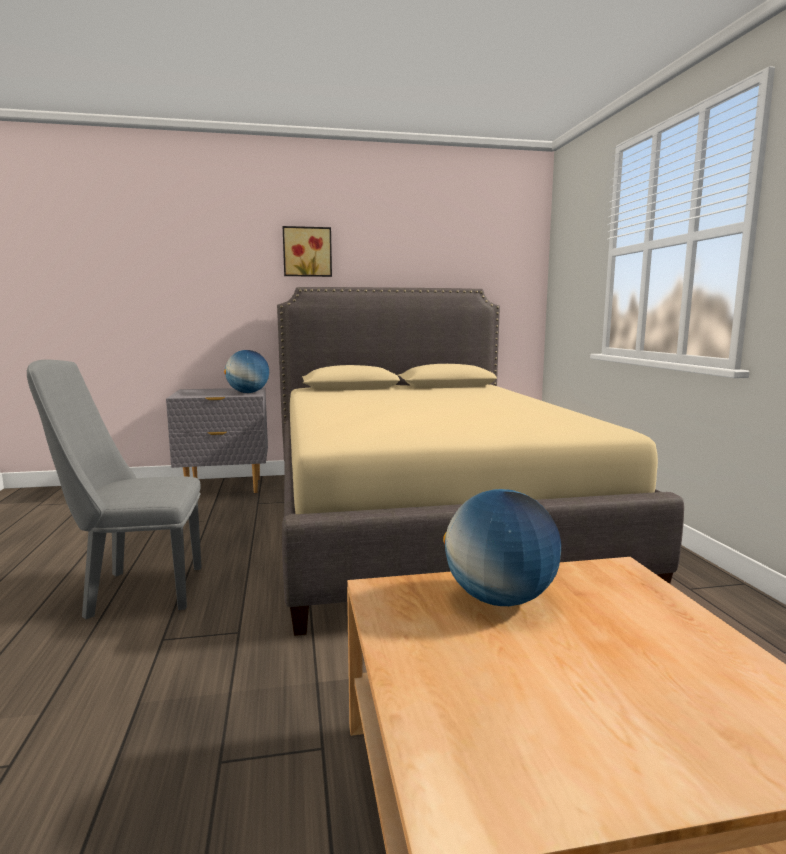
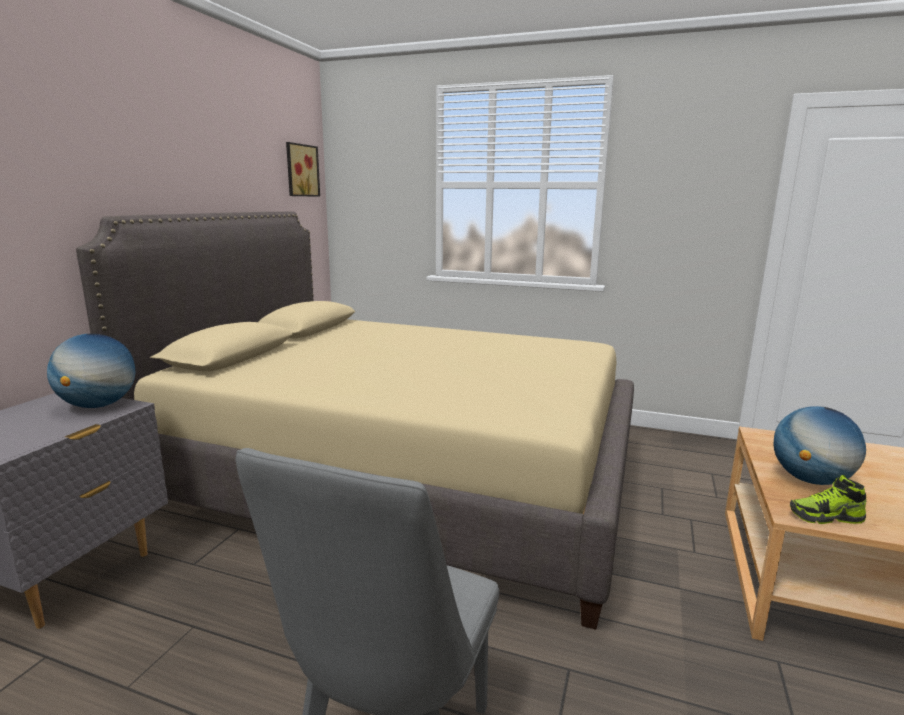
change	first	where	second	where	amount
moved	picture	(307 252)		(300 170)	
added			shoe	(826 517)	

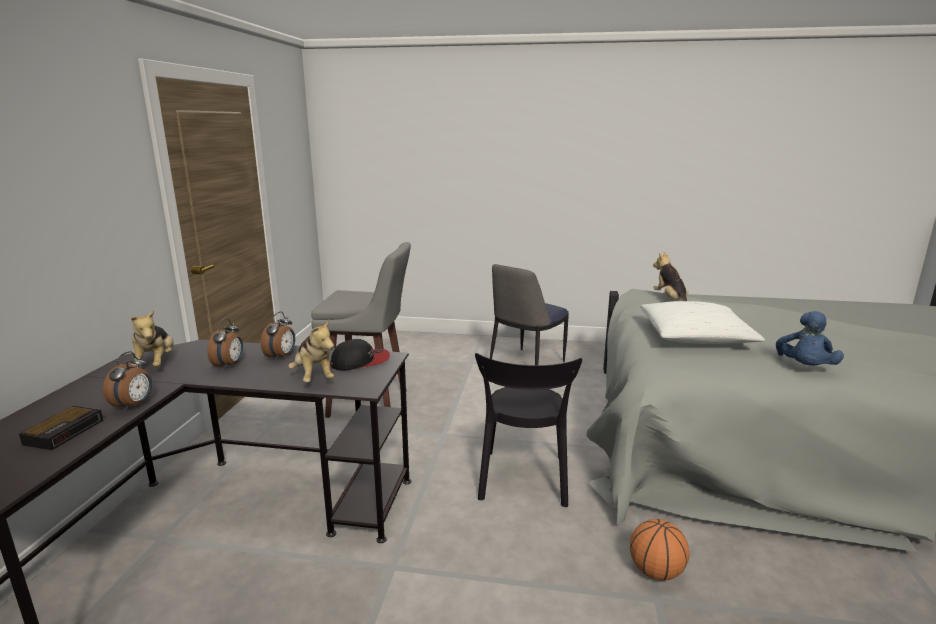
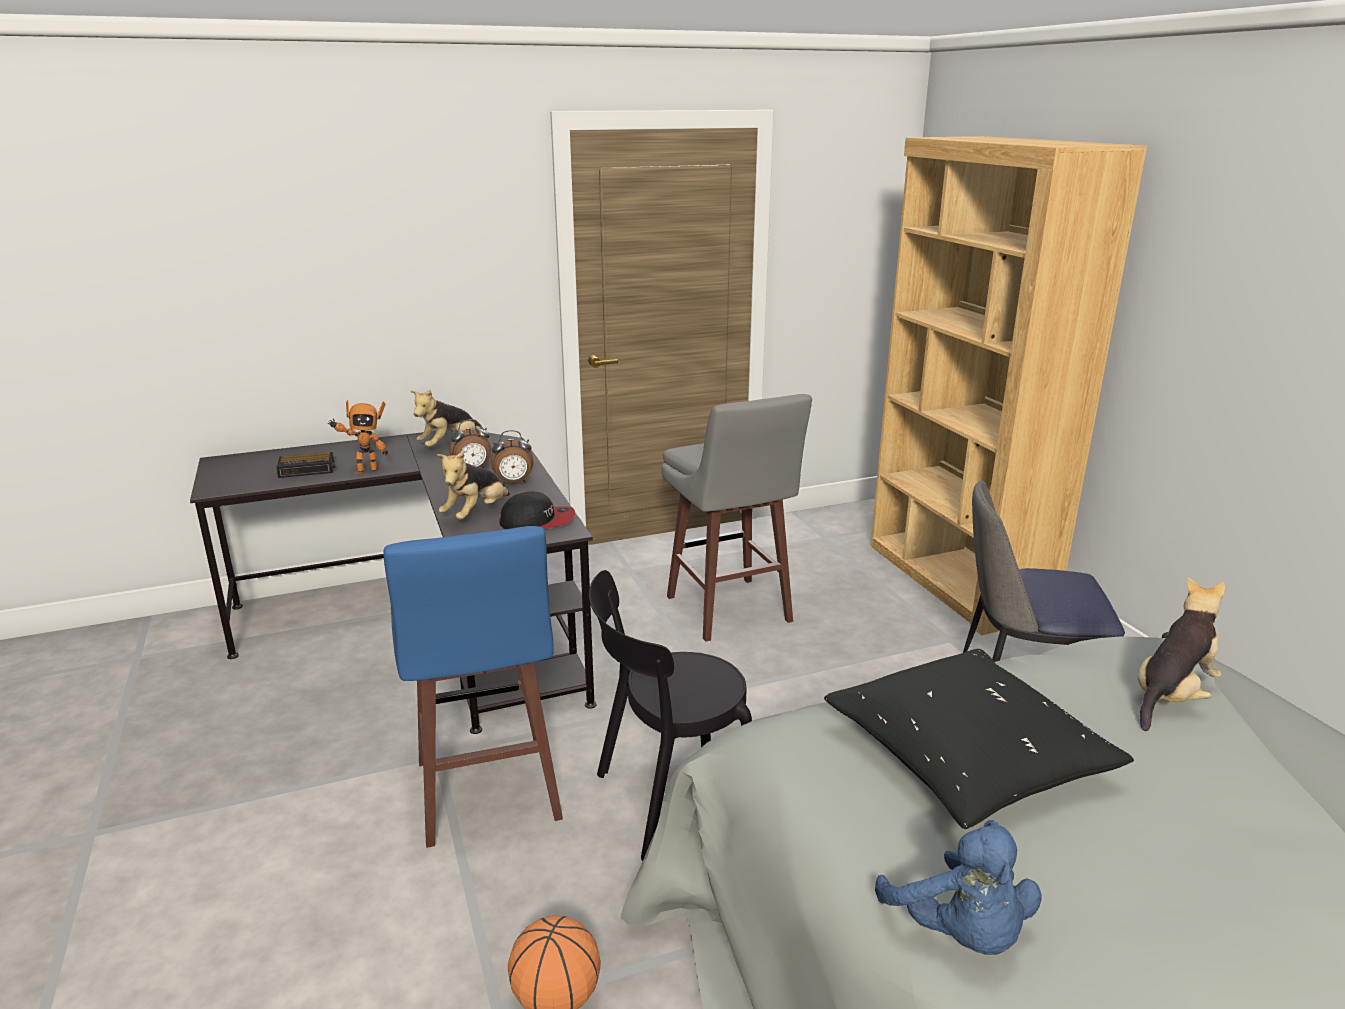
change	first	where	second	where	amount
recoloured	white pillow	(695 337)	black pillow	(967 757)	
turned	blue plush toy	(804 368)		(959 933)	105 degrees counterclockwise
turned	cap	(360 362)		(538 521)	45 degrees counterclockwise
replaced	alarm clock	(134 405)	toy robot	(365 471)	
added			brown bookcase	(956 580)	
added			blue stool	(487 794)	

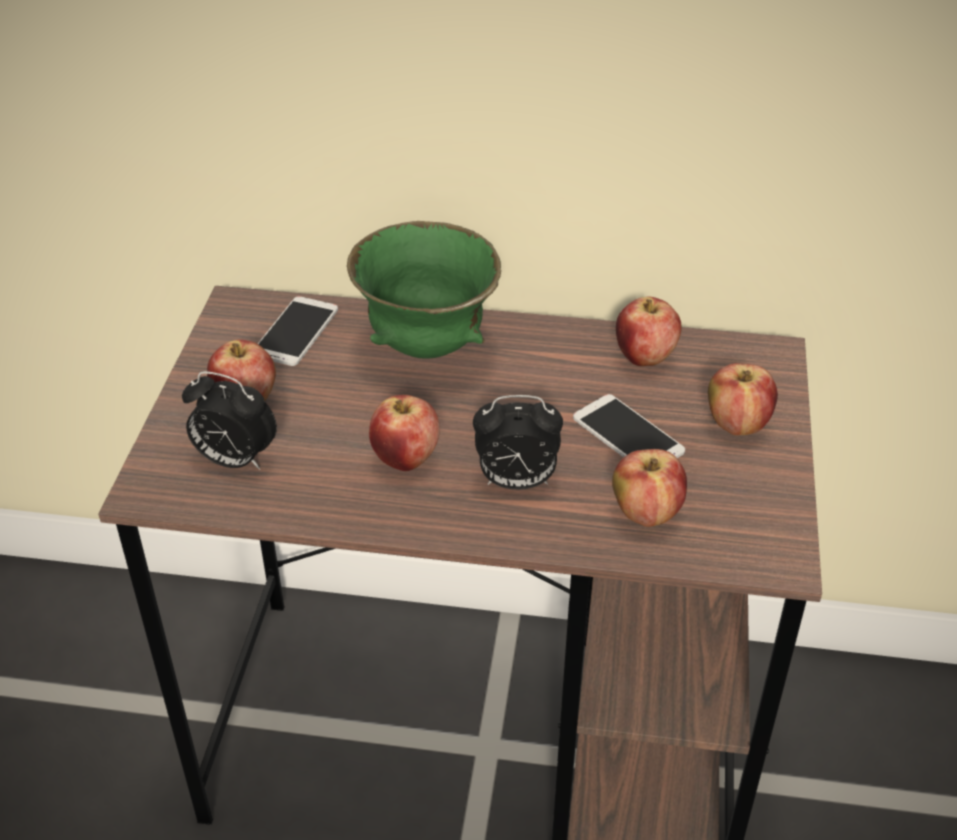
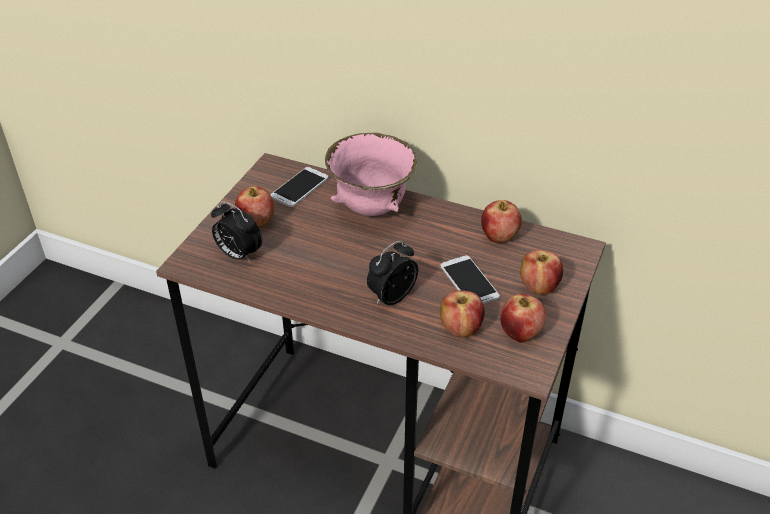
change	first	where	second	where	amount
recoloured	green bowl	(426 347)	pink bowl	(371 209)	
moved	apple	(405 459)		(520 334)	
turned	alarm clock	(516 482)		(391 296)	120 degrees clockwise

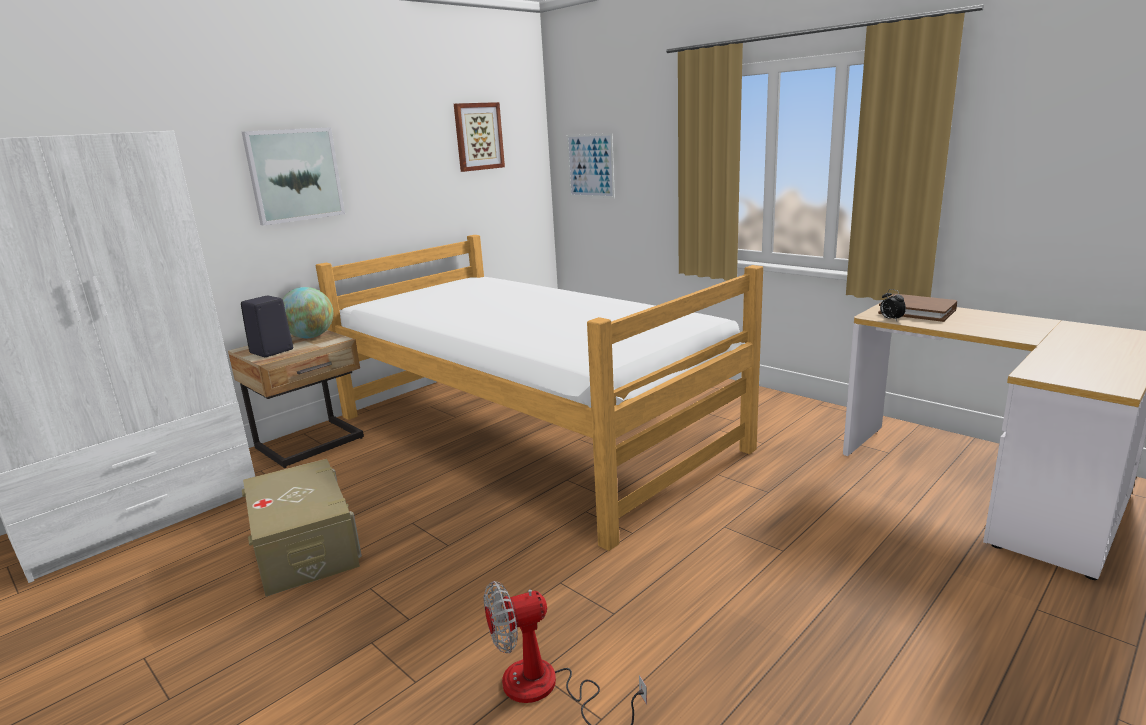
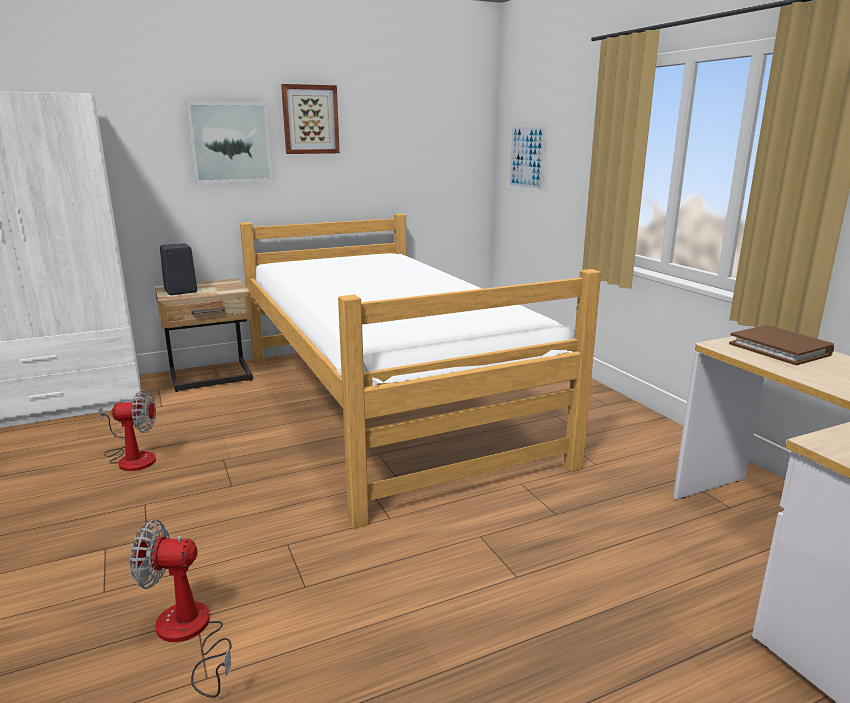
change	first	where	second	where	amount
moved	picture	(478 136)		(310 119)	
removed	globe	(310 337)			
removed	alarm clock	(890 319)			
replaced	beige storage box	(304 546)	fan	(132 457)	

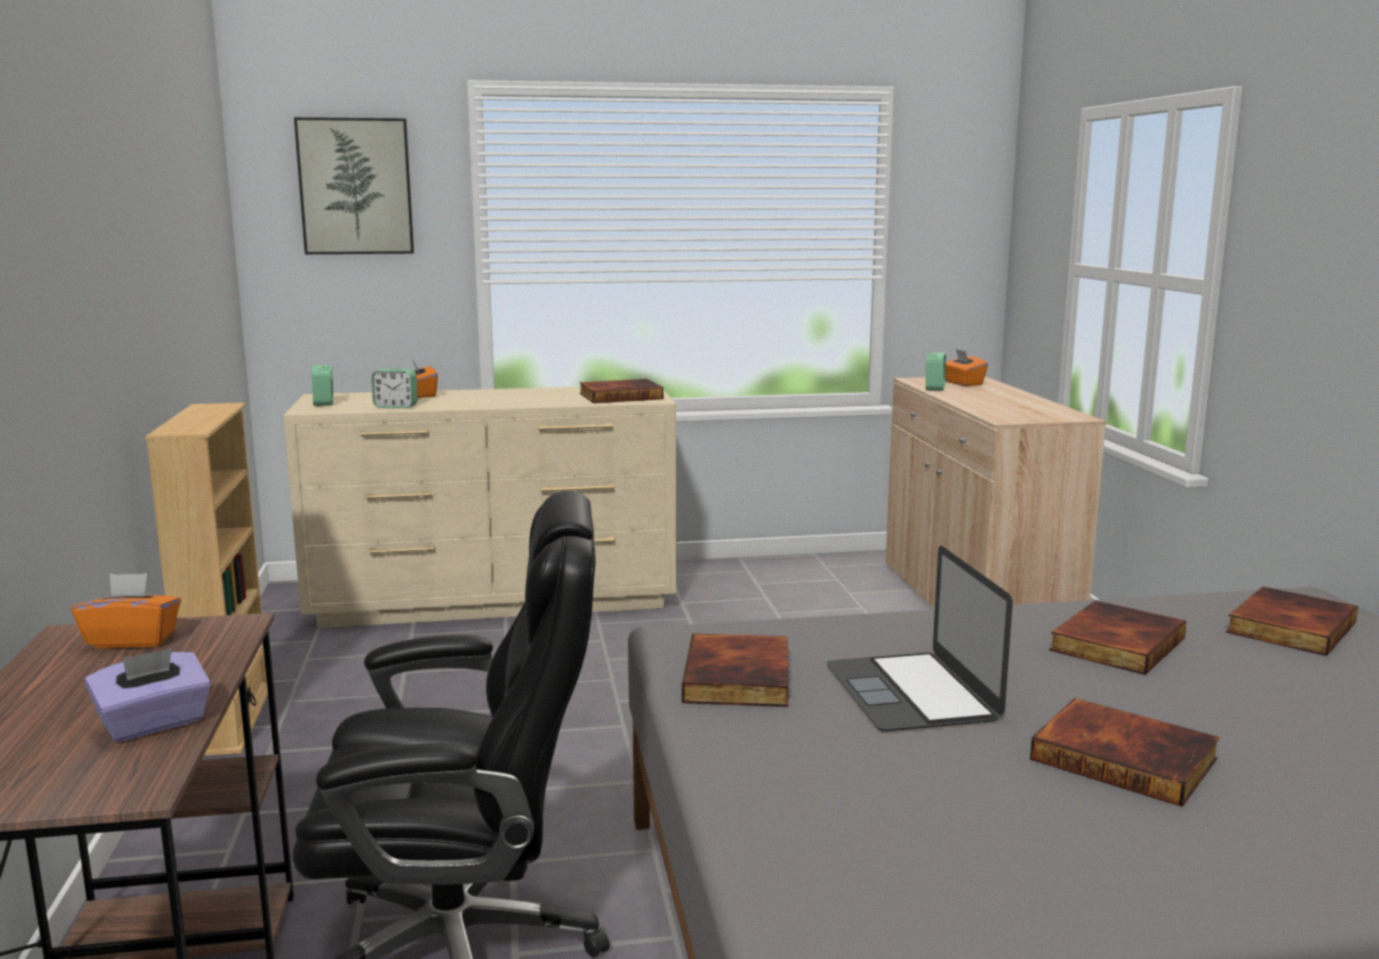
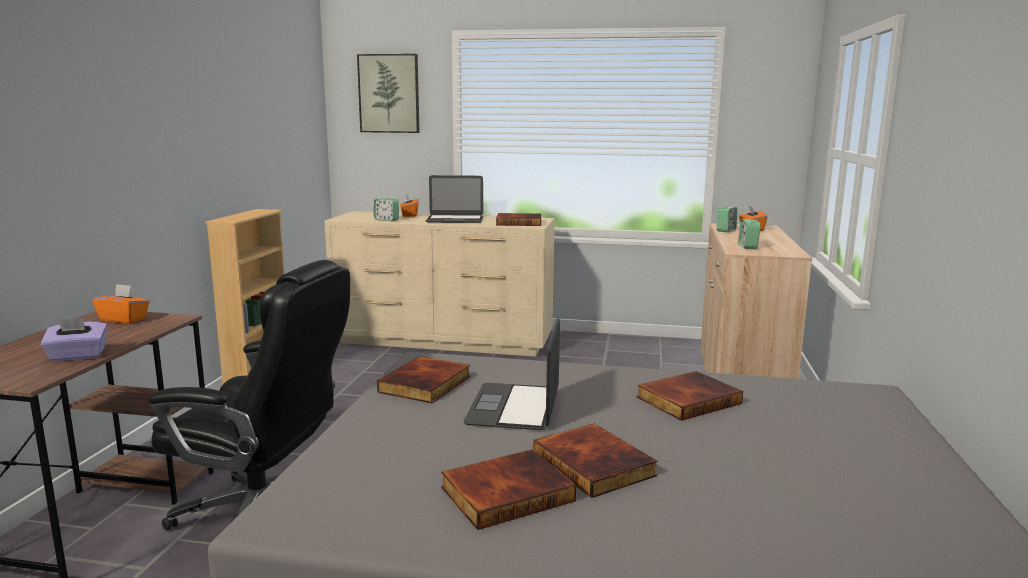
change	first	where	second	where	amount
moved	alarm clock	(324 403)		(747 246)	
moved	book	(1288 627)		(506 492)	
added			laptop	(455 219)	

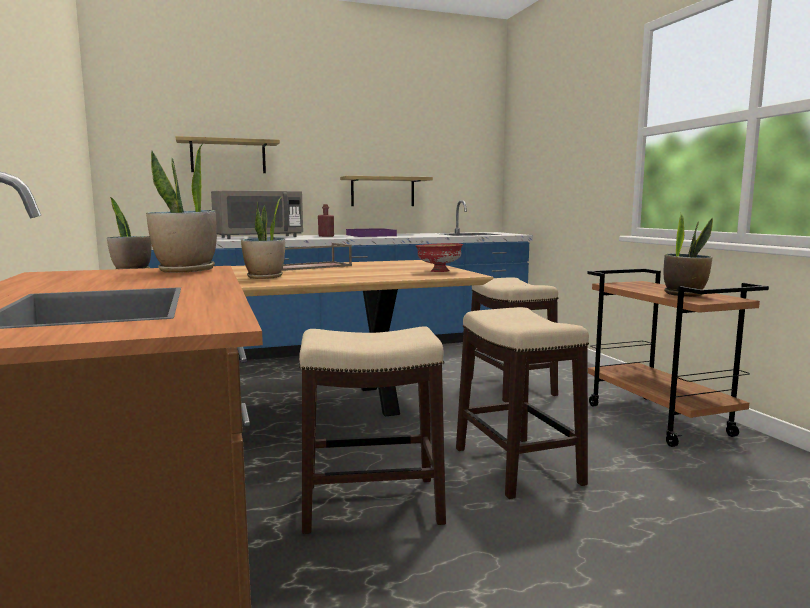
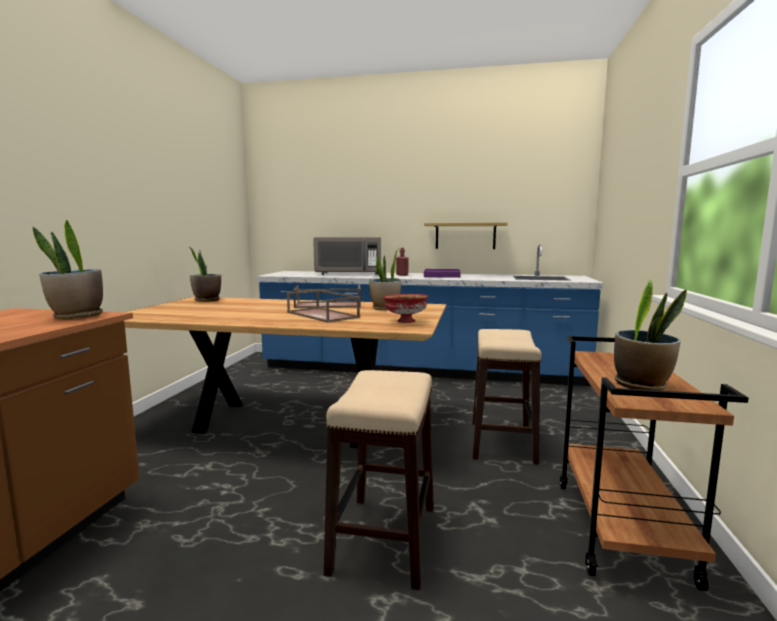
change	first	where	second	where	amount
removed	shelf	(228 156)			
moved	potted plant	(265 277)		(385 308)	
removed	stool	(373 504)			
added			brown tray	(323 315)	

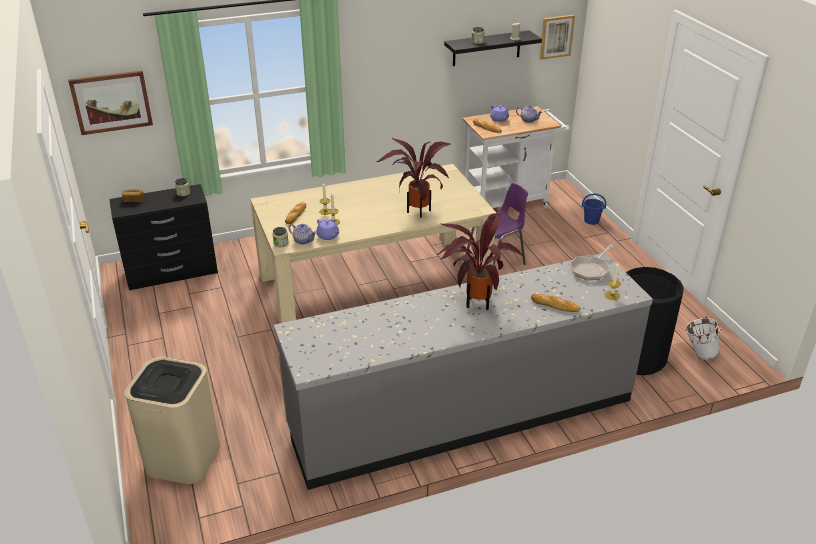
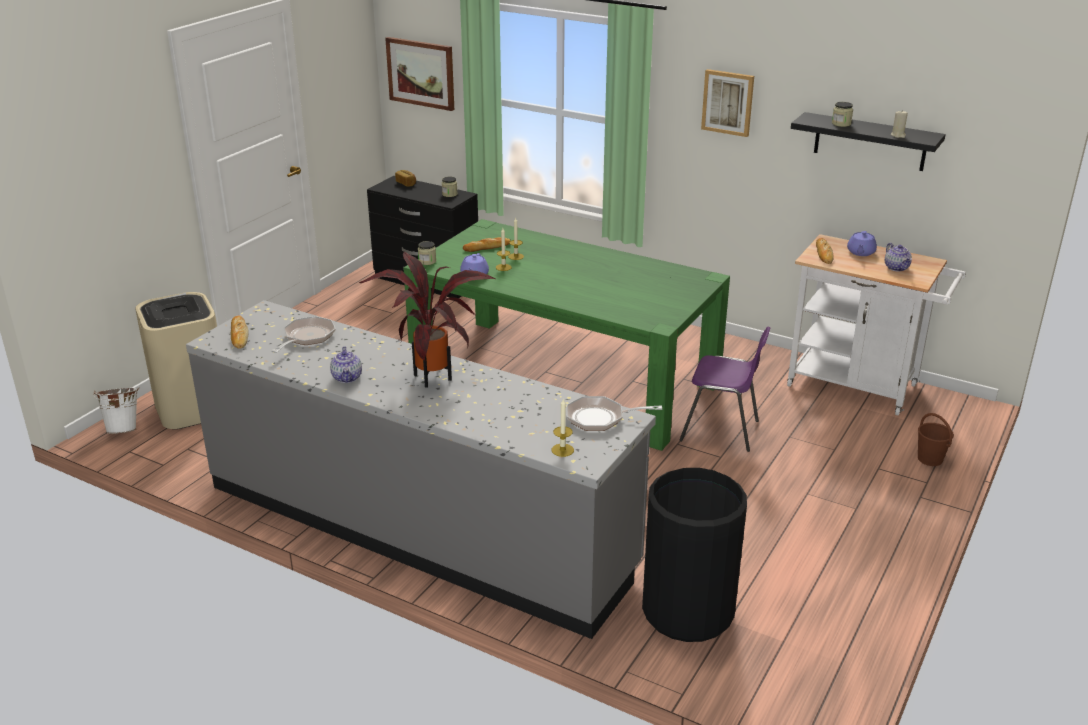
change	first	where	second	where	amount
moved	picture	(556 36)		(728 102)	
removed	potted plant	(417 210)			
recoloured	beige dining table	(373 282)	green dining table	(564 377)	
recoloured	blue bucket	(591 221)	brown bucket	(930 459)	
moved	teapot	(303 240)		(347 378)	
moved	bread	(555 305)		(239 335)	
moved	white bucket	(698 353)		(124 429)	
added			frying pan	(307 337)	

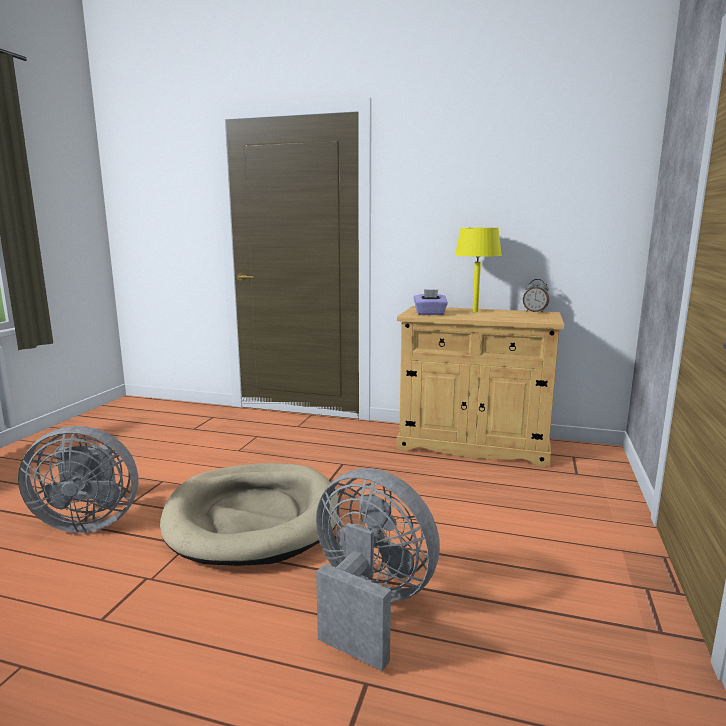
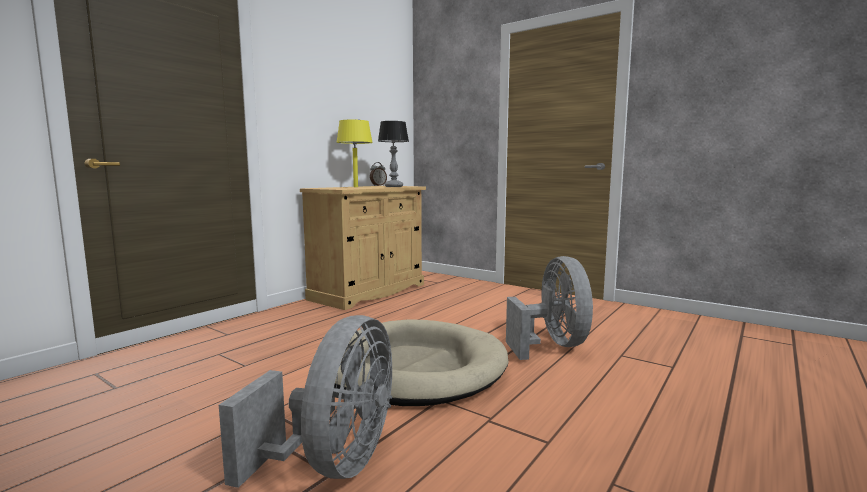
change	first	where	second	where	amount
removed	purple tissue box	(430 314)			
turned	grey fan	(369 605)		(552 345)	120 degrees clockwise
added			table lamp	(393 186)	

